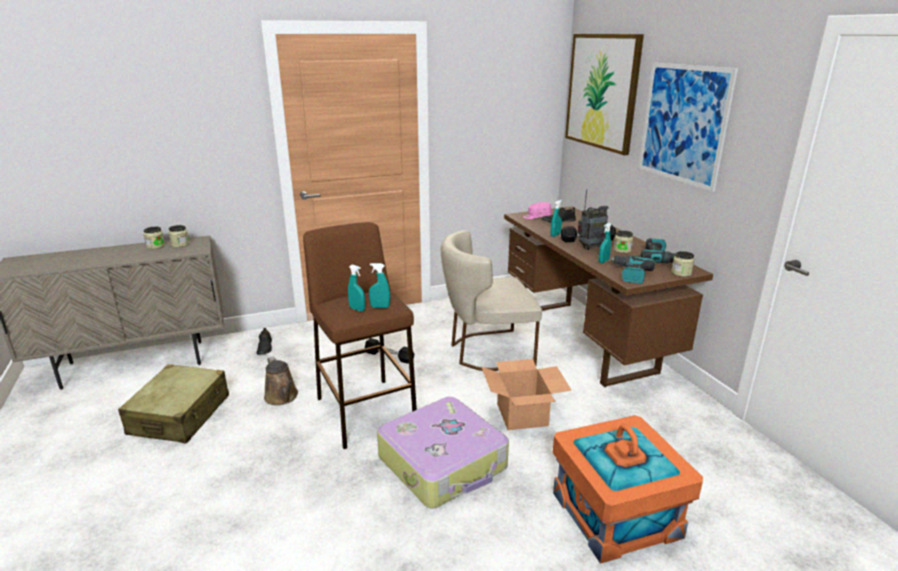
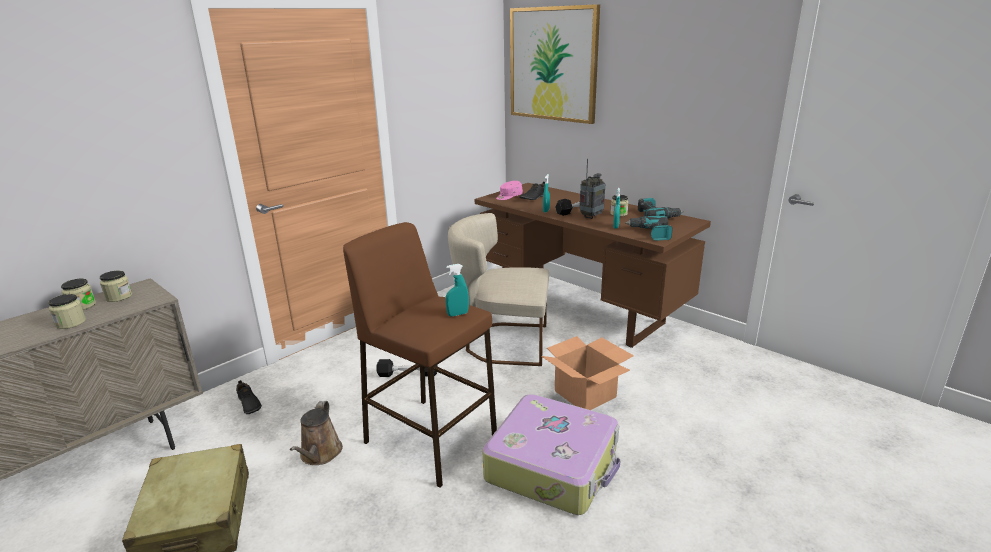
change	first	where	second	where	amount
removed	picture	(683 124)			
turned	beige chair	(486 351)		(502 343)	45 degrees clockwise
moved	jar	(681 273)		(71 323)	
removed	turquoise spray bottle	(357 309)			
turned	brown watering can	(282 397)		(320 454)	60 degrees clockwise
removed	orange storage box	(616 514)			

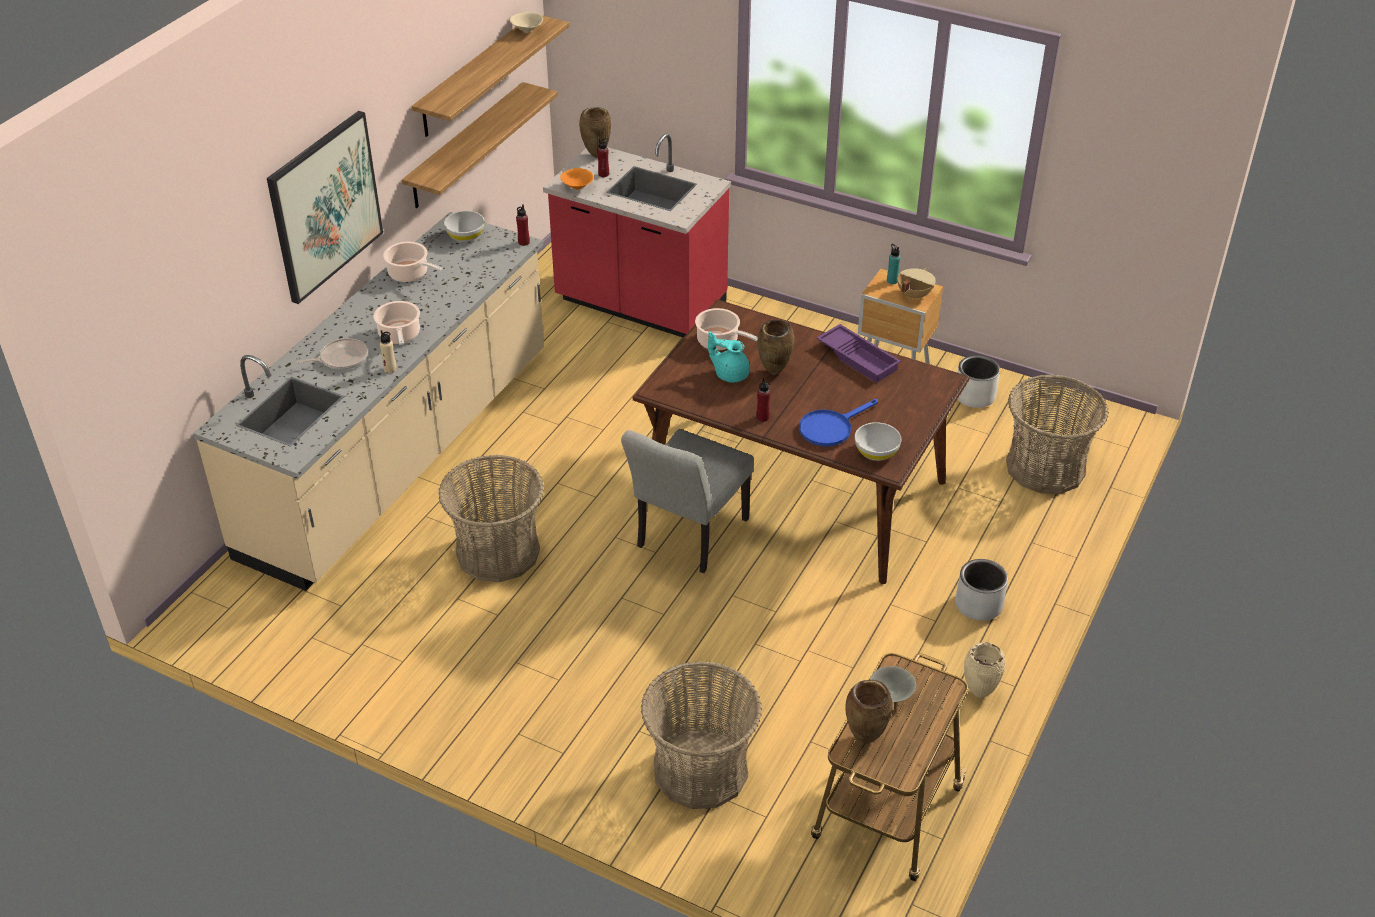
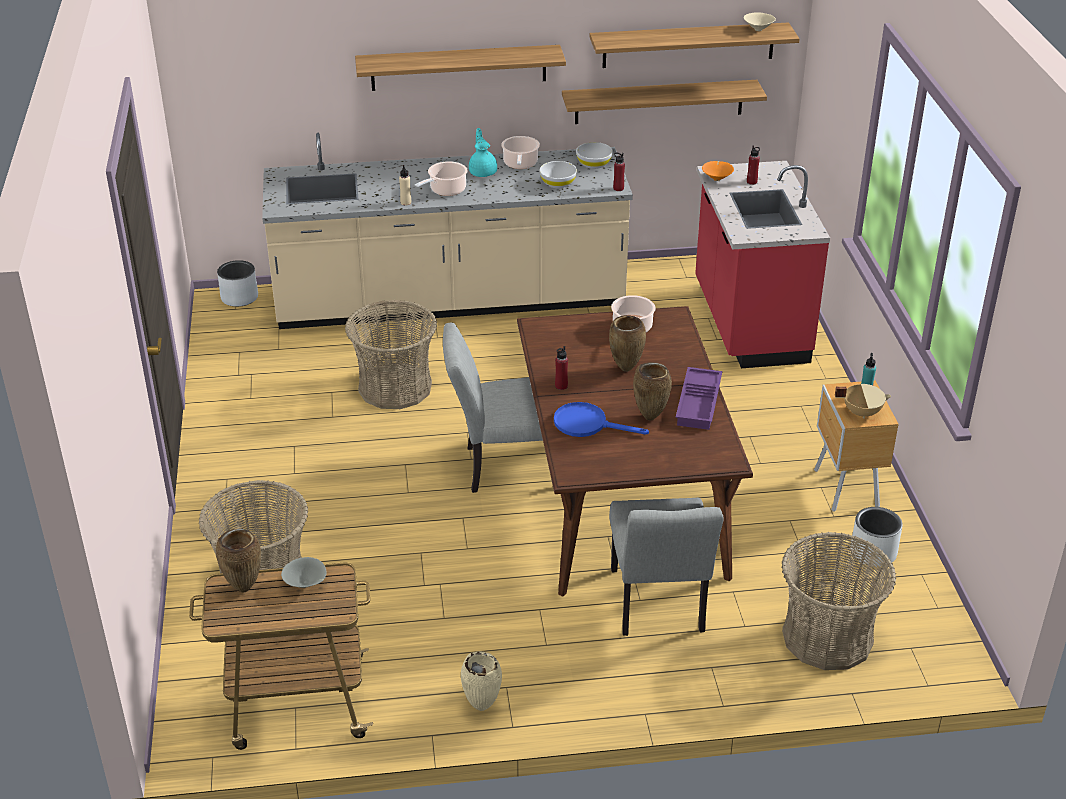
change	first	where	second	where	amount
moved	brown vase	(596 155)		(650 417)	
replaced	picture	(325 206)	shelf	(458 67)	
moved	turquoise teapot	(730 374)		(483 172)	
removed	frying pan	(341 358)			
moved	white bowl	(876 452)		(558 183)	
moved	grey planter	(978 604)		(239 297)	
added			grey chair	(658 607)	

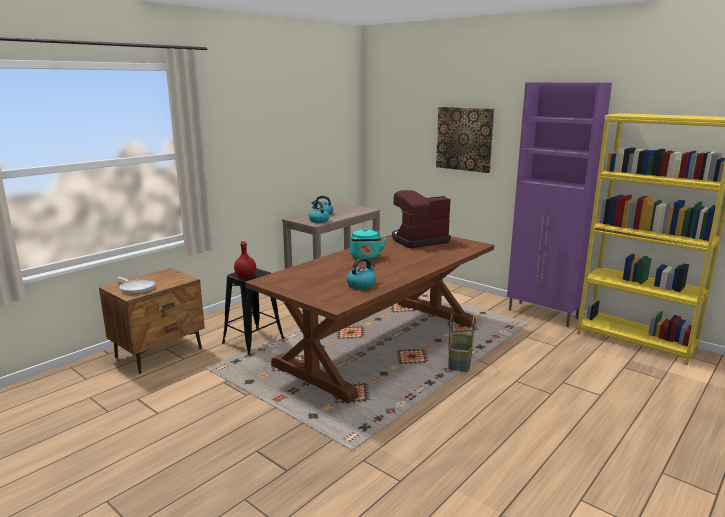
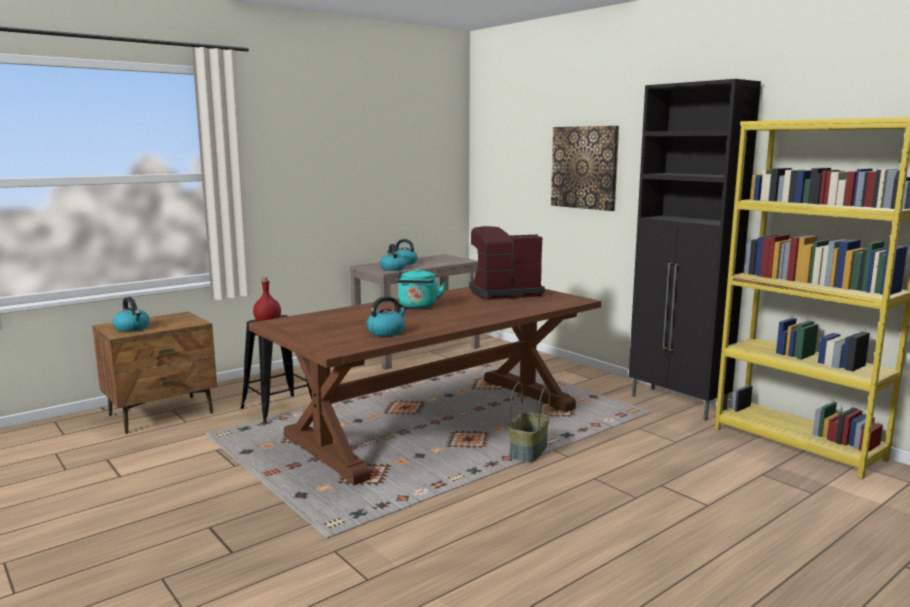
change	first	where	second	where	amount
recoloured	purple cabinet	(543 314)	black cabinet	(678 404)	
replaced	frying pan	(136 288)	kettle	(132 328)	

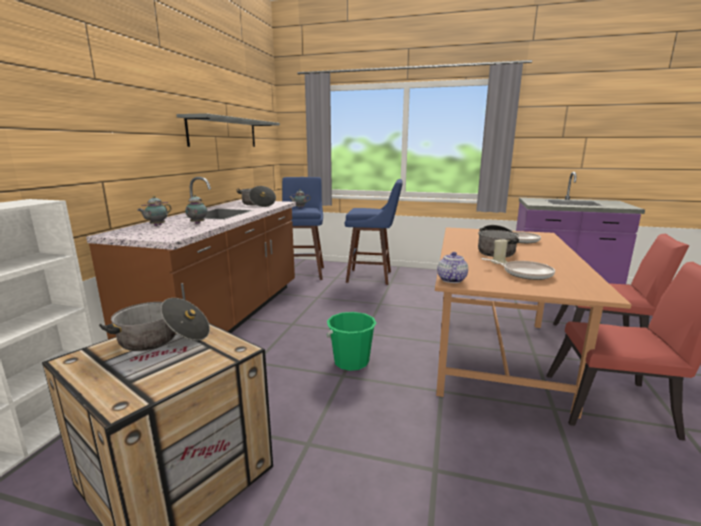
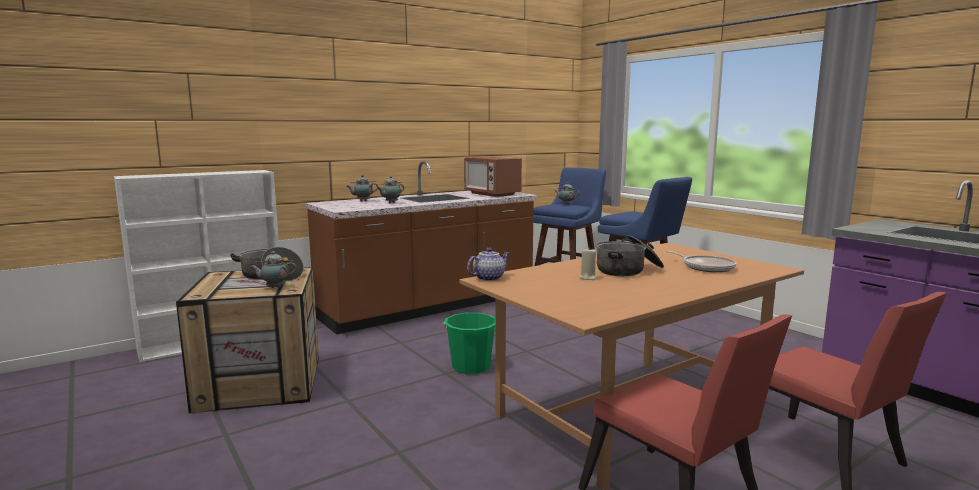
change	first	where	second	where	amount
removed	grey shelf	(224 133)			
replaced	cooking pot	(257 204)	microwave	(492 194)	
removed	frying pan	(524 273)			
added			teapot	(274 287)	

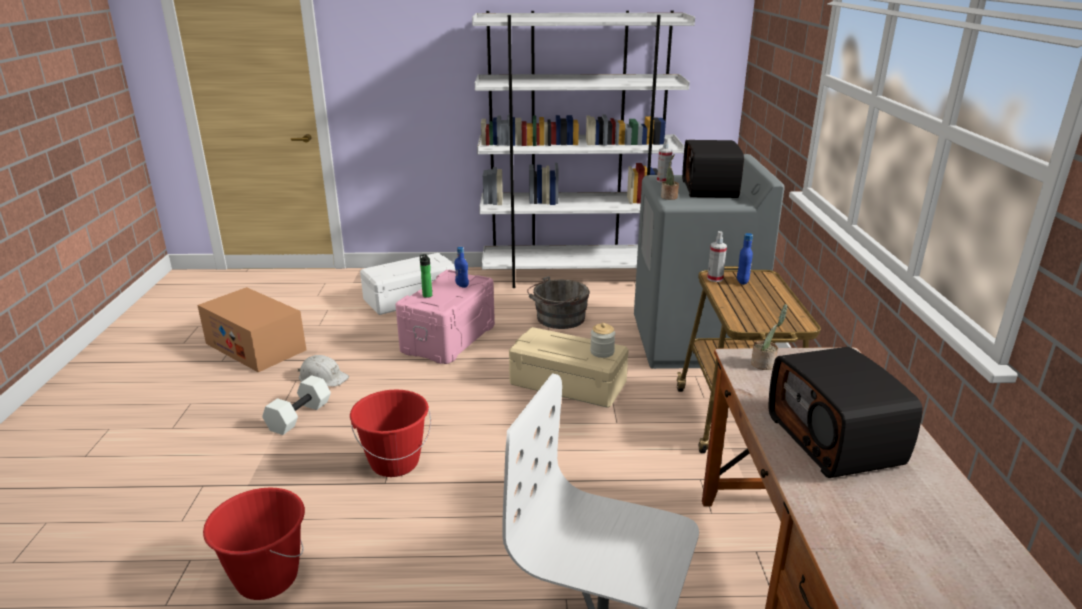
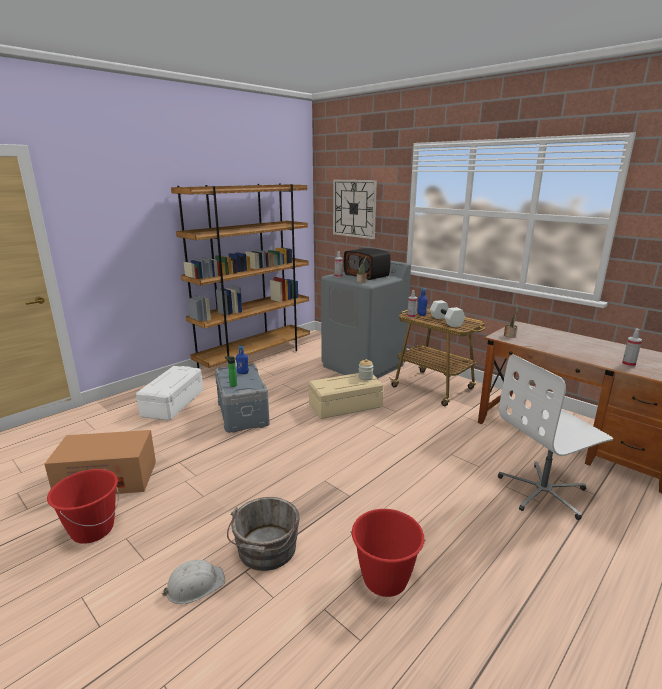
change	first	where	second	where	amount
recoloured	white bookcase	(576 277)	brown bookcase	(255 357)	
recoloured	pink storage box	(449 339)	grey storage box	(243 413)	
moved	grey bucket	(558 319)		(266 551)	
removed	radio	(835 440)			
moved	white hard hat	(323 377)		(194 585)	
moved	white dumbbell	(299 415)		(445 321)	
moved	red bucket	(394 462)		(92 530)	
added			wall clock	(354 208)	
added			spray bottle	(628 364)	

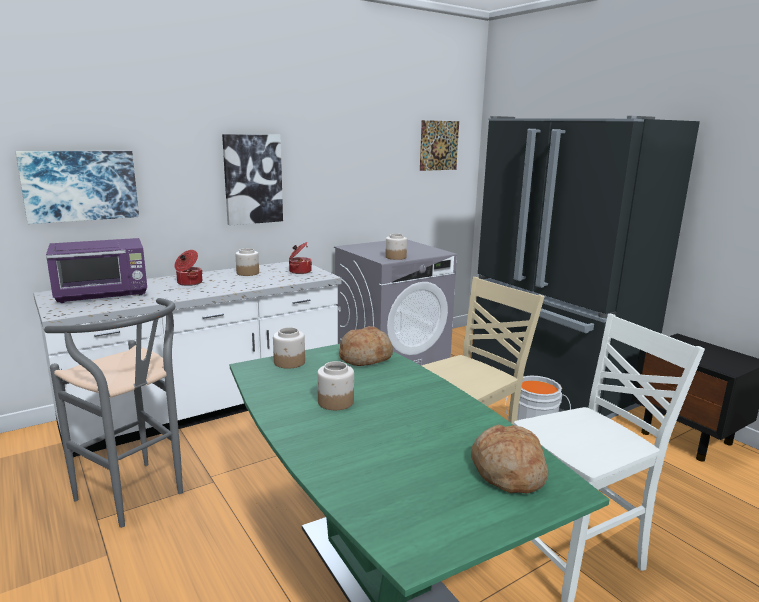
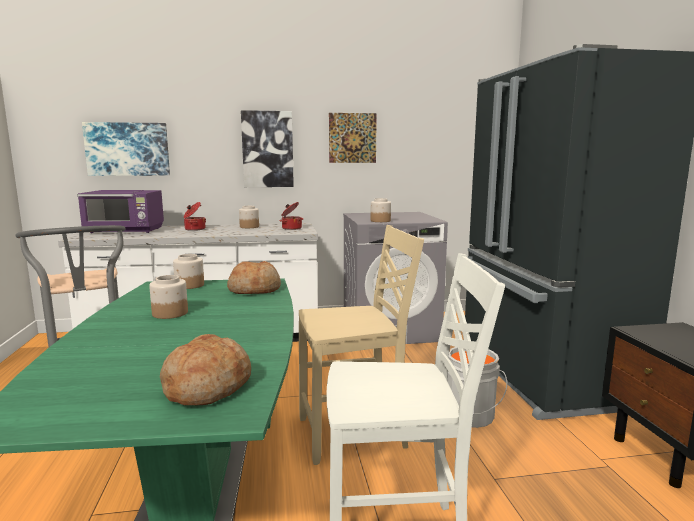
change	first	where	second	where	amount
moved	picture	(439 145)		(352 138)	

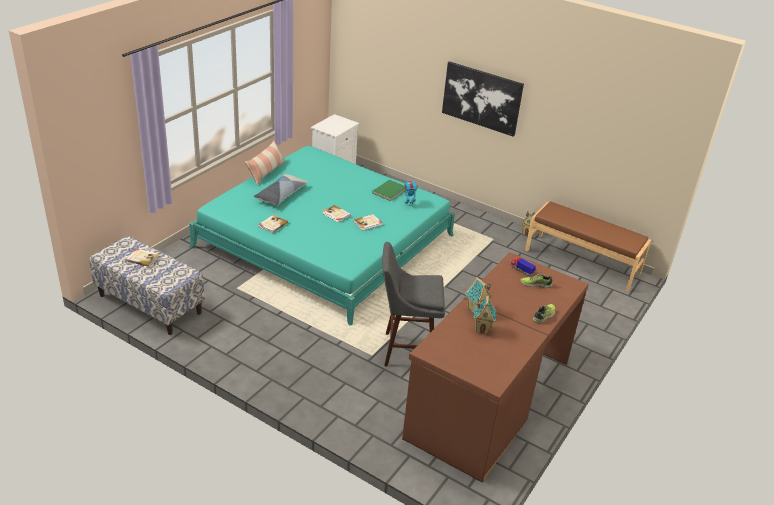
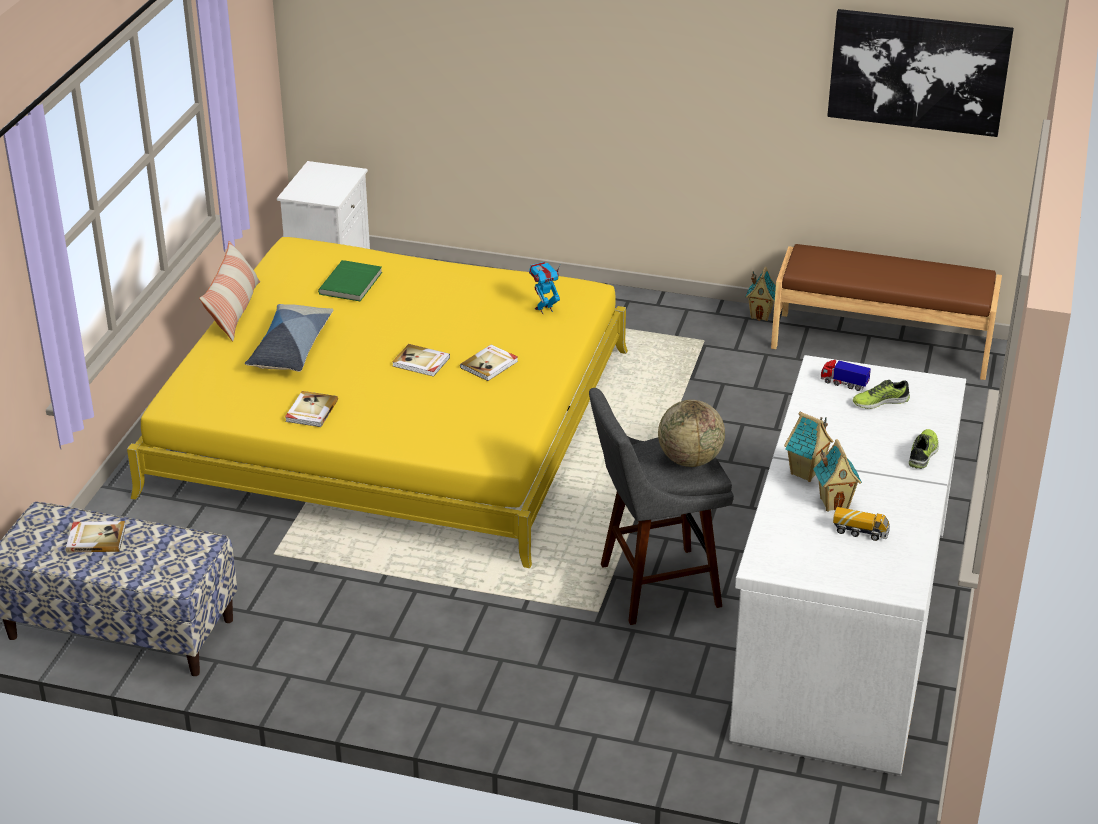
change	first	where	second	where	amount
moved	picture	(482 98)		(918 71)	
recoloured	turquoise bed	(325 241)	yellow bed	(393 421)	
moved	green book	(390 191)		(352 283)	
recoloured	brown desk	(488 398)	white desk	(839 631)	
added			globe	(690 460)	
added			toy truck	(860 532)	

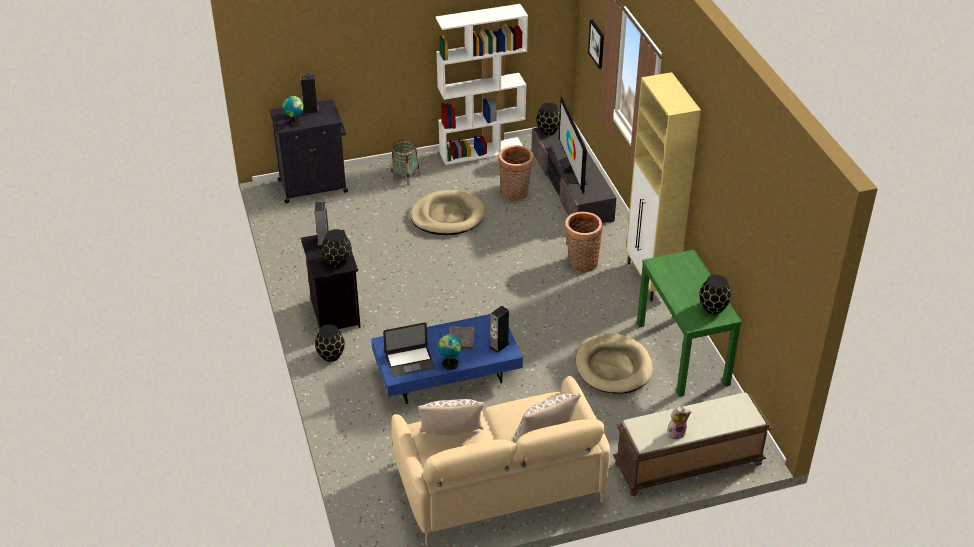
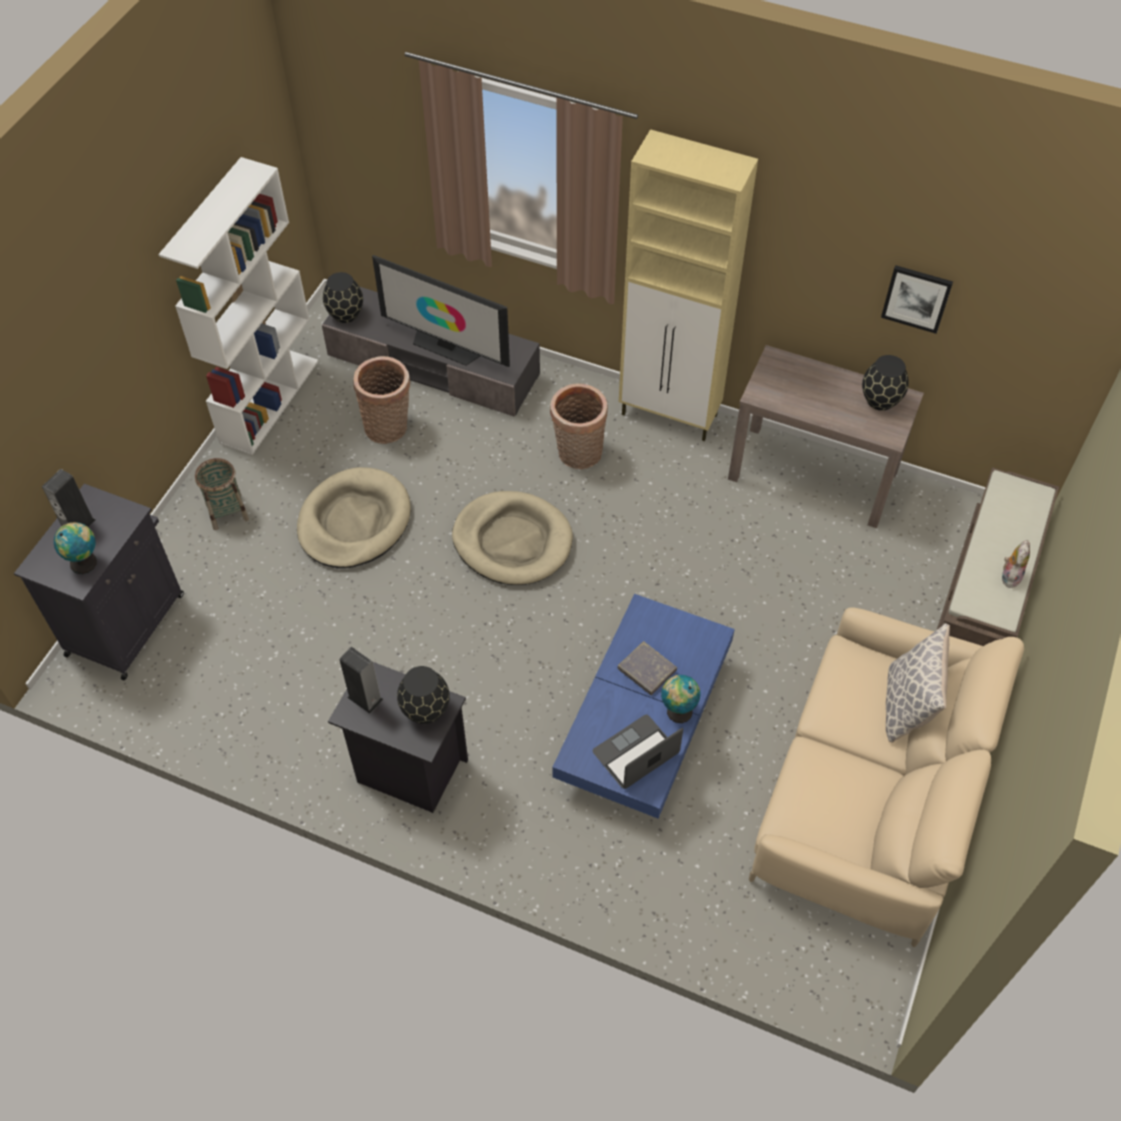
change	first	where	second	where	amount
moved	picture	(597 44)		(916 298)	
recoloured	green console table	(682 353)	brown console table	(813 475)	
removed	speaker	(499 345)			
turned	laptop	(409 361)		(636 752)	150 degrees counterclockwise
removed	black vase	(330 355)			
moved	beige dog bed	(613 367)		(512 541)	
removed	pillow	(452 437)			

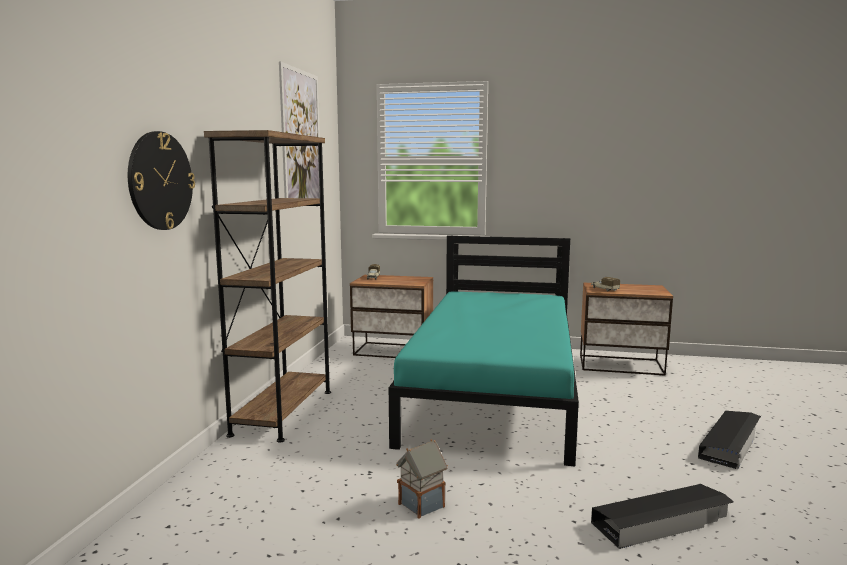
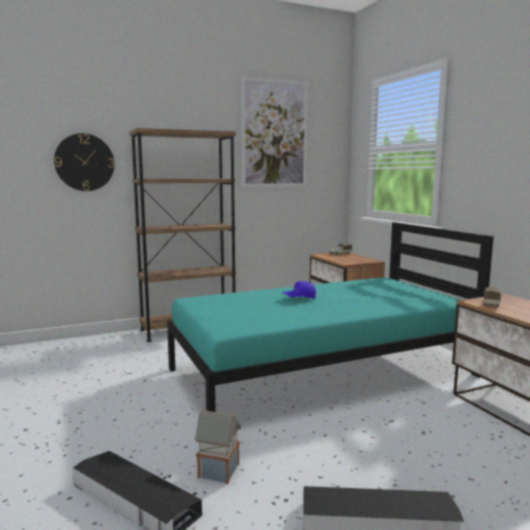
change	first	where	second	where	amount
moved	toy house	(422 504)		(220 471)	
added			blue cap	(299 298)	

